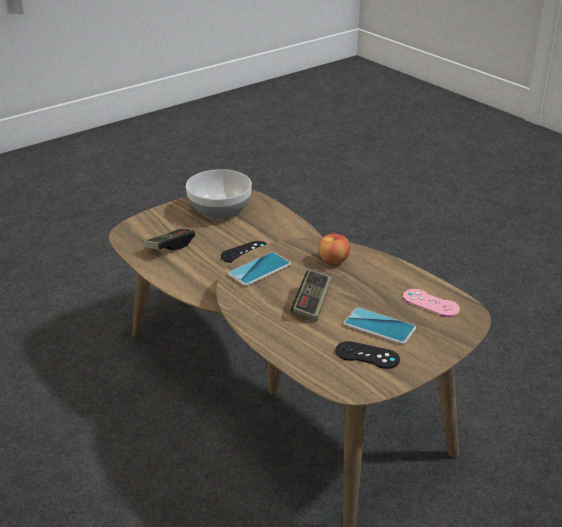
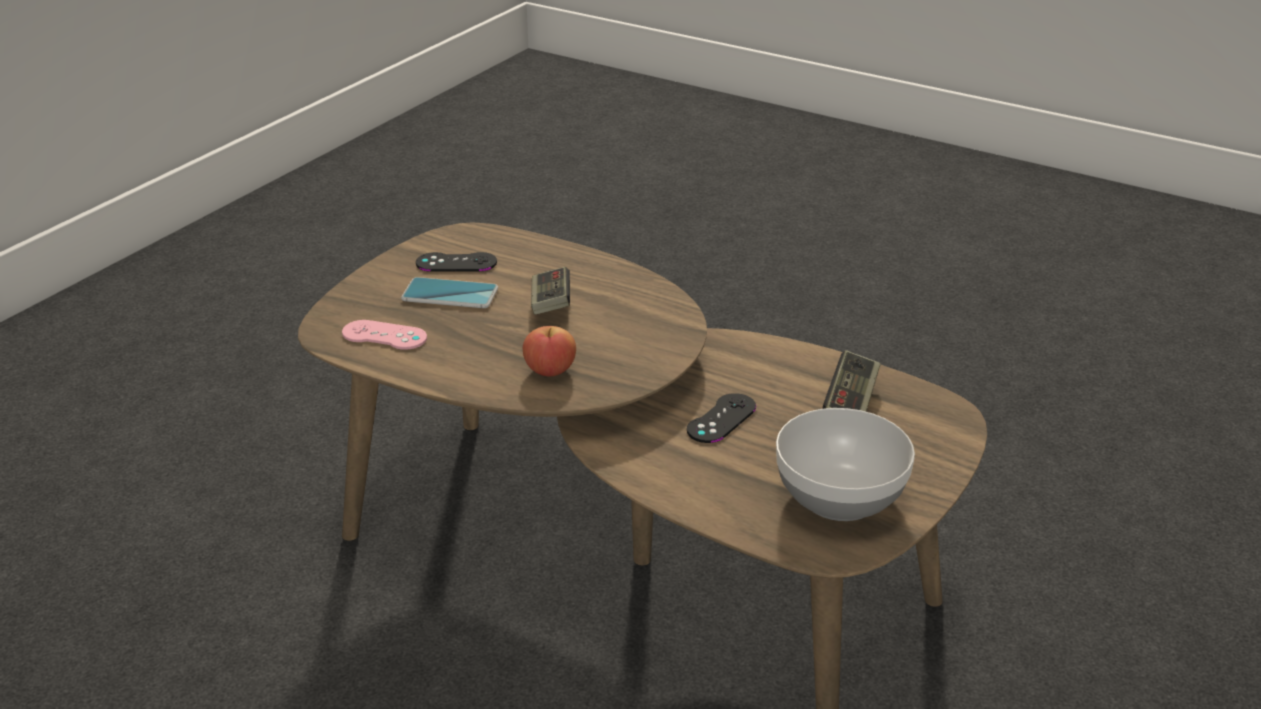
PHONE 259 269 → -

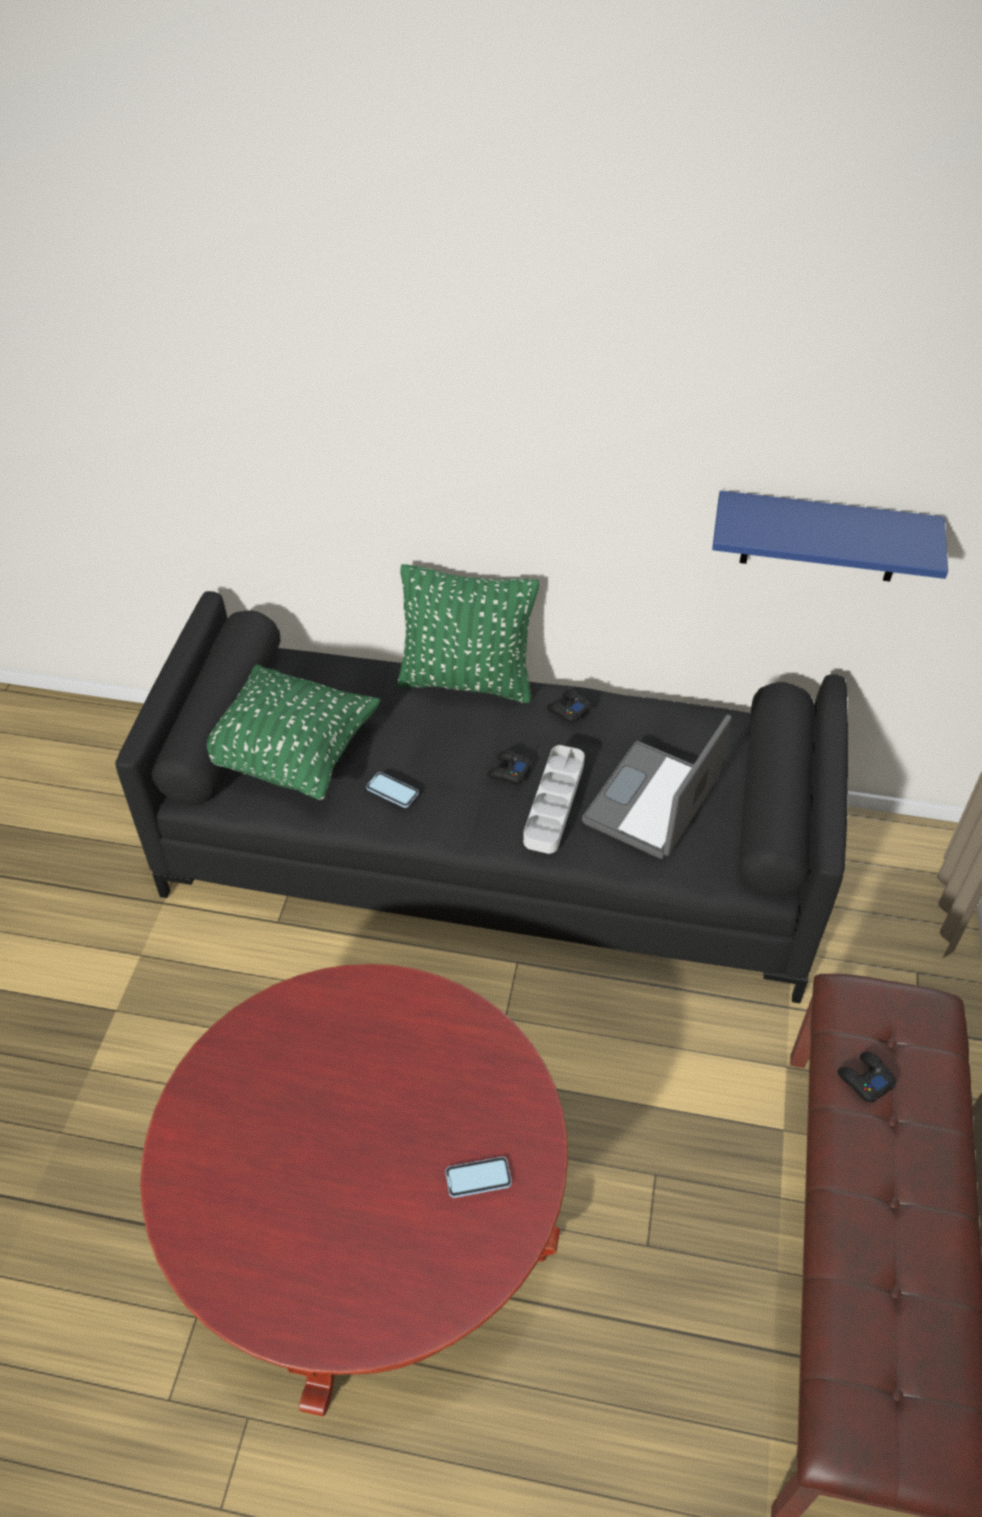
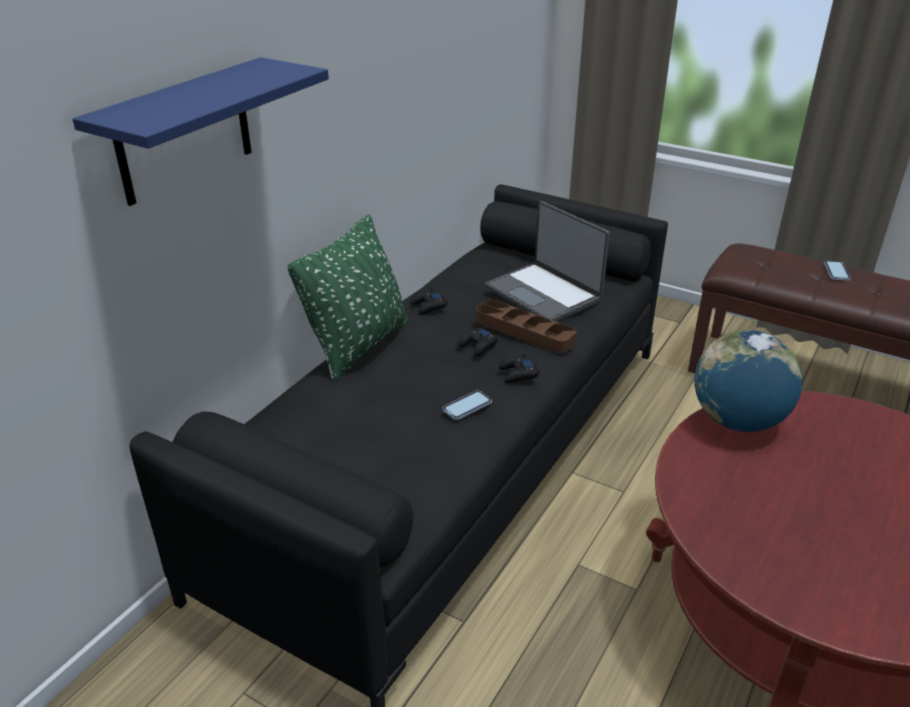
BLUE-COLOURED SHELF 830 536 → BLUE-COLOURED SHELF 201 131, shifted
GREEN-COLOURED CUSHION 293 732 → -
GREYISH TRAY 554 799 → BROWN-COLOURED TRAY 526 327
BLACK-COLOURED GAMEPAD 867 1077 → BLACK-COLOURED GAMEPAD 518 368, shifted
PHONE 478 1177 → PHONE 837 271, shifted
- → DESK GLOBE 748 381

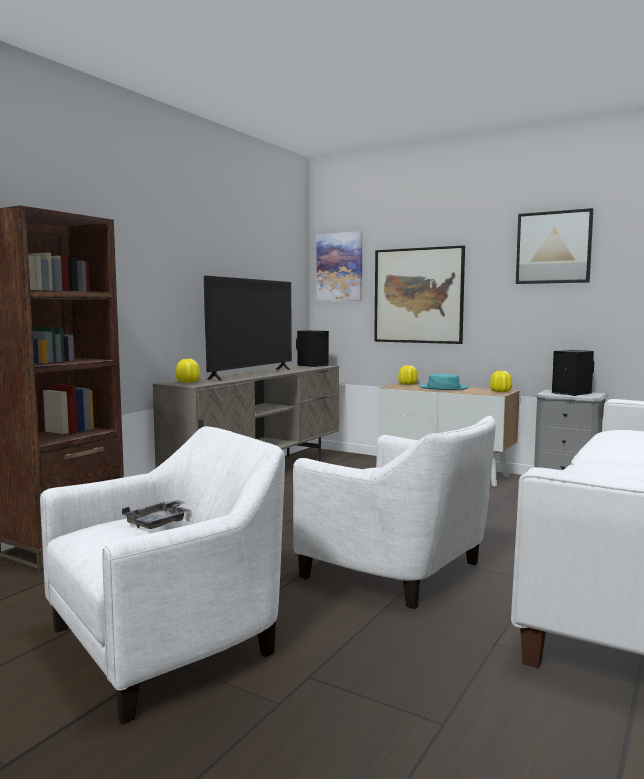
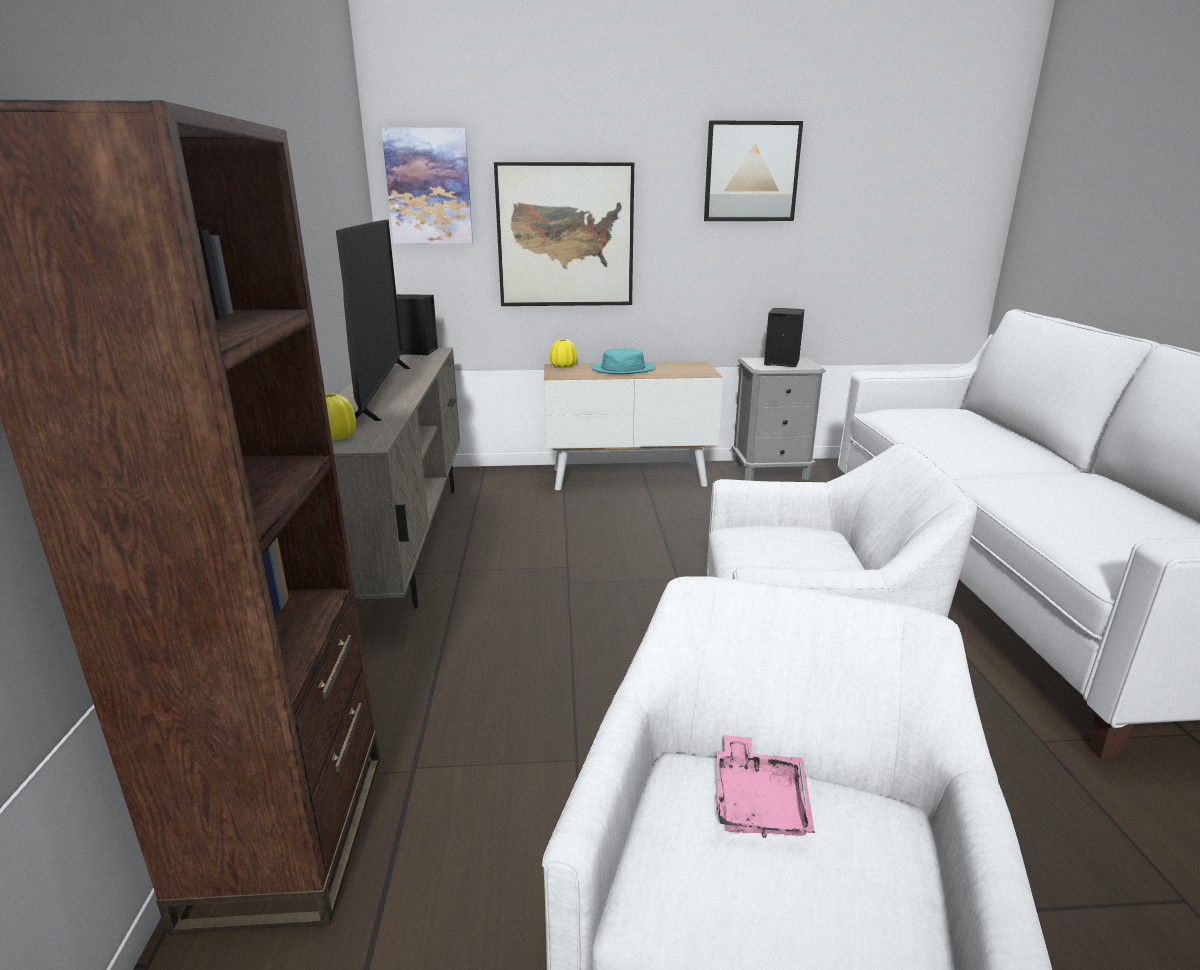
YELLOW-COLOURED VASE 501 381 → -
GREYISH TRAY 156 514 → PINKISH TRAY 765 786

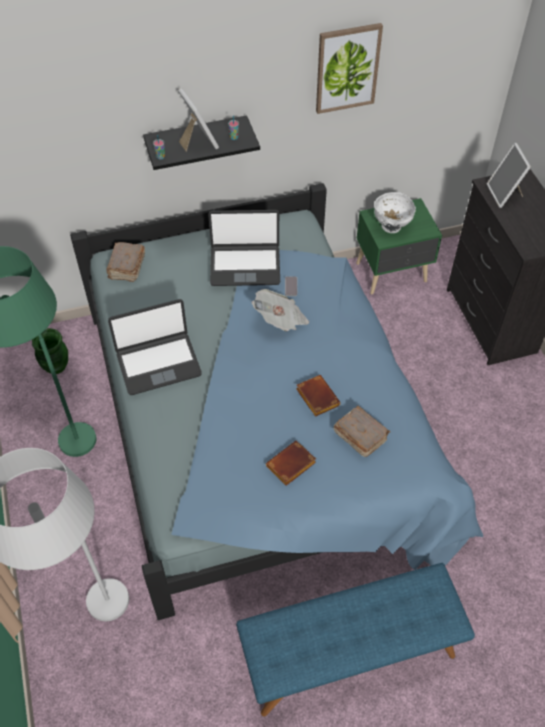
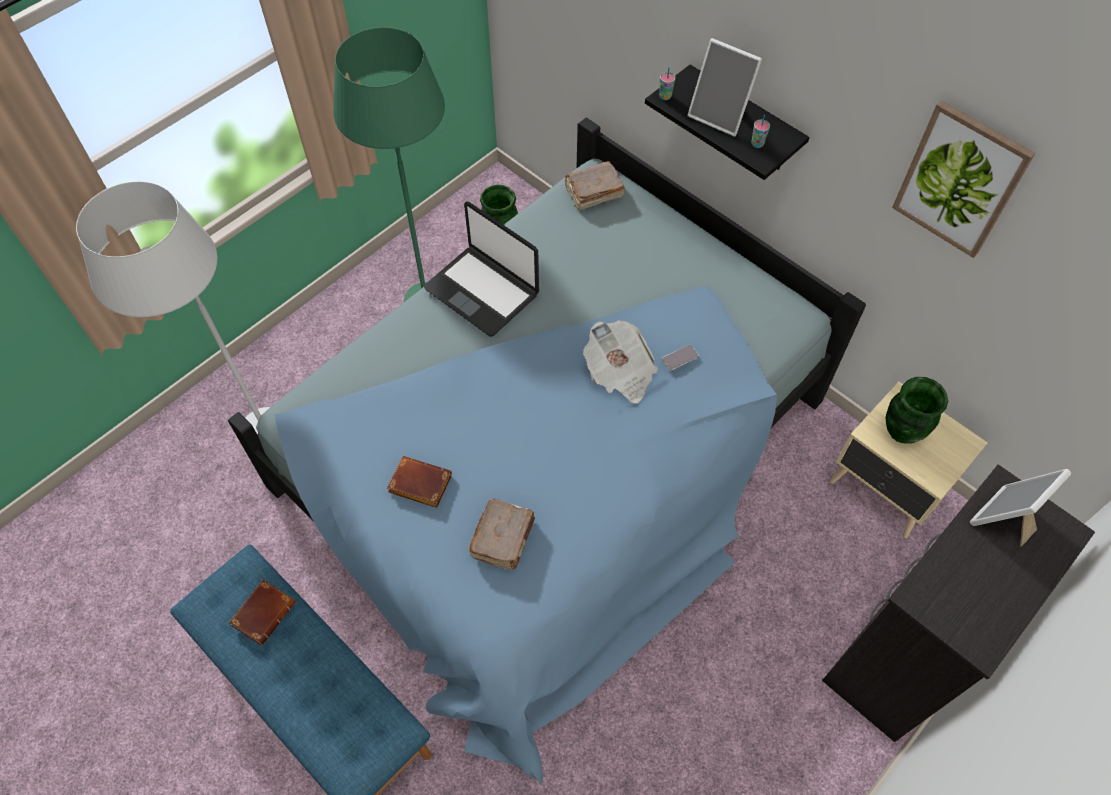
PHOTO FRAME 198 120 → PHOTO FRAME 724 87, 90 degrees clockwise
WHITE-COLOURED DEEP DISH 395 212 → GREEN-COLOURED VASE 916 410
GREEN-COLOURED NIGHTSTAND 399 246 → BEIGE-COLOURED NIGHTSTAND 908 460
PORTABLE COMPUTER 244 248 → -
BROWN-COLOURED VOLUME 318 396 → BROWN-COLOURED VOLUME 262 612, shifted

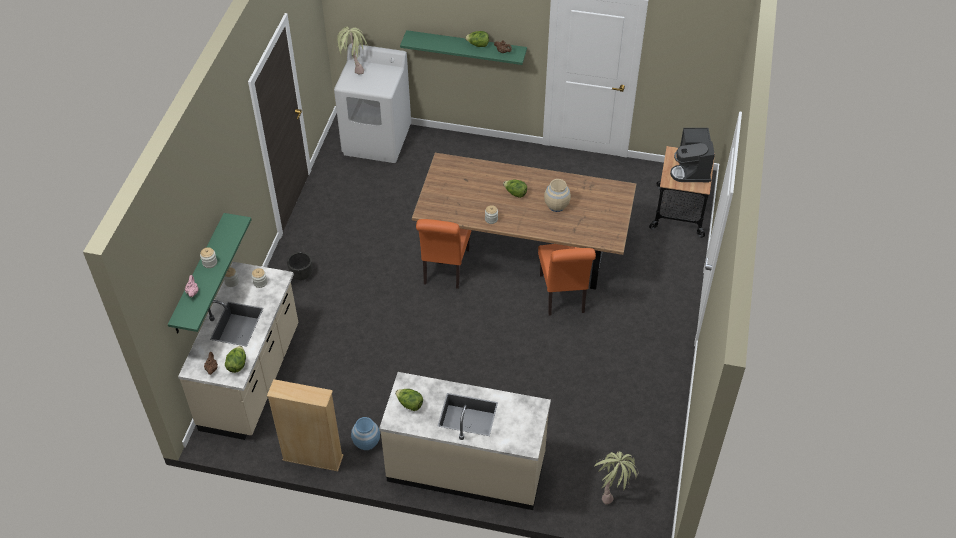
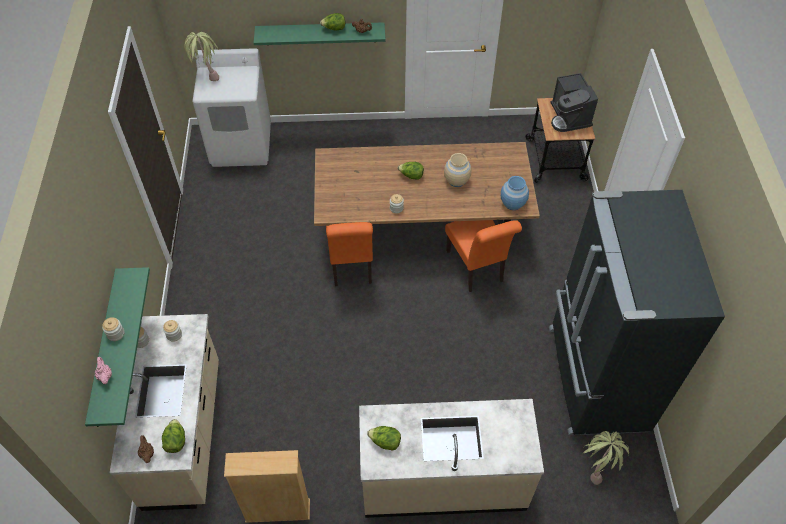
BLACK-COLOURED PLANTER 299 266 → -
BLUE-COLOURED VASE 365 433 → BLUE-COLOURED VASE 515 193, shifted
- → BLACK-COLOURED FRIDGE 637 312

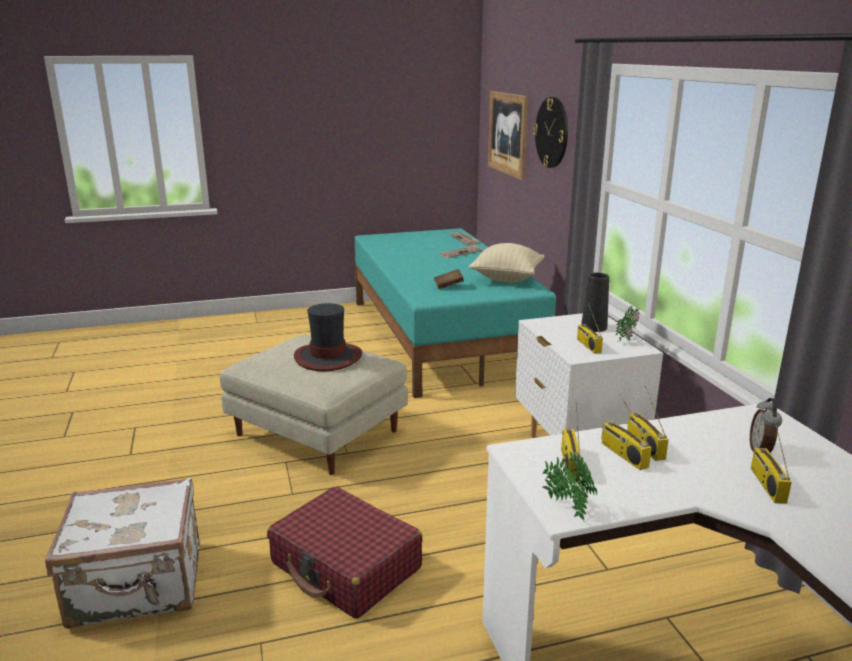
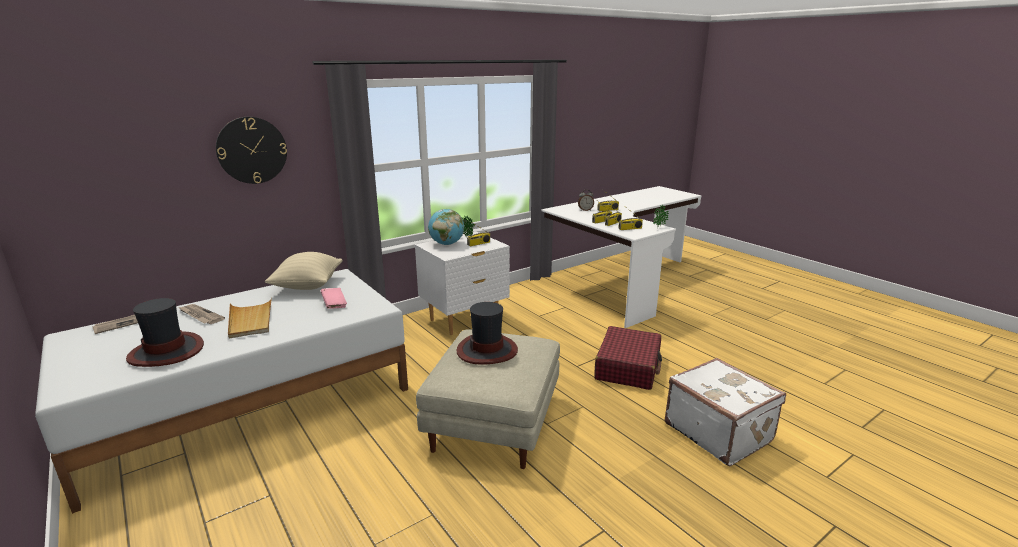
WALL ART 508 135 → -
TURQUOISE BED 455 313 → WHITE-COLOURED BED 221 391
BROWN-COLOURED VOLUME 449 279 → PINKISH VOLUME 333 298
BLACK-COLOURED VASE 595 302 → DESK GLOBE 446 227
- → CLOTHING HAT 165 332
- → BEIGE-COLOURED TRAY 250 318

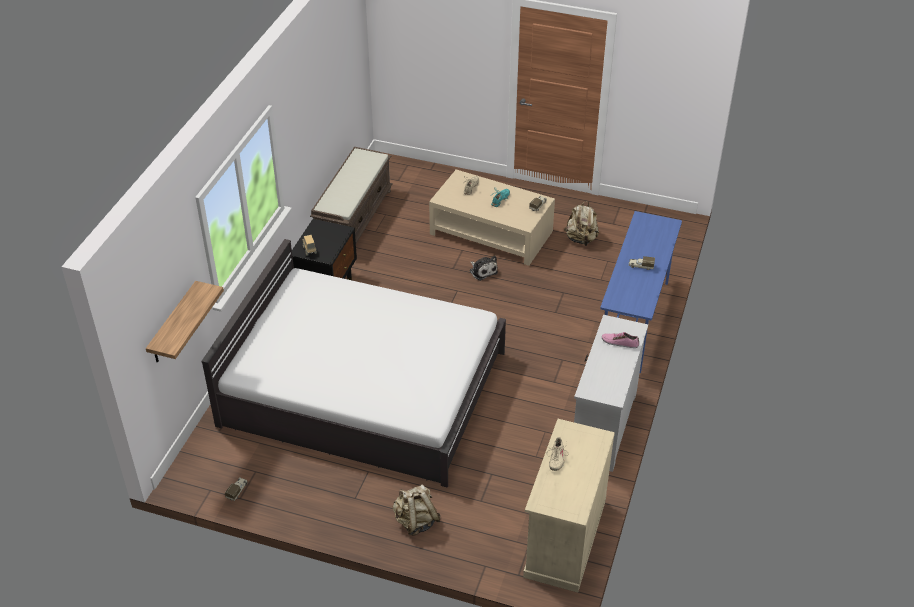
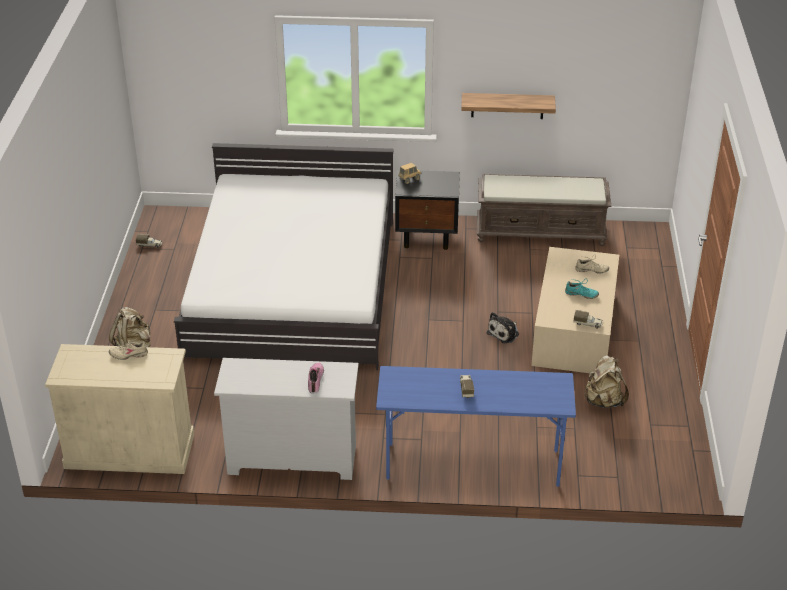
SHELF 185 322 → SHELF 508 106, shifted

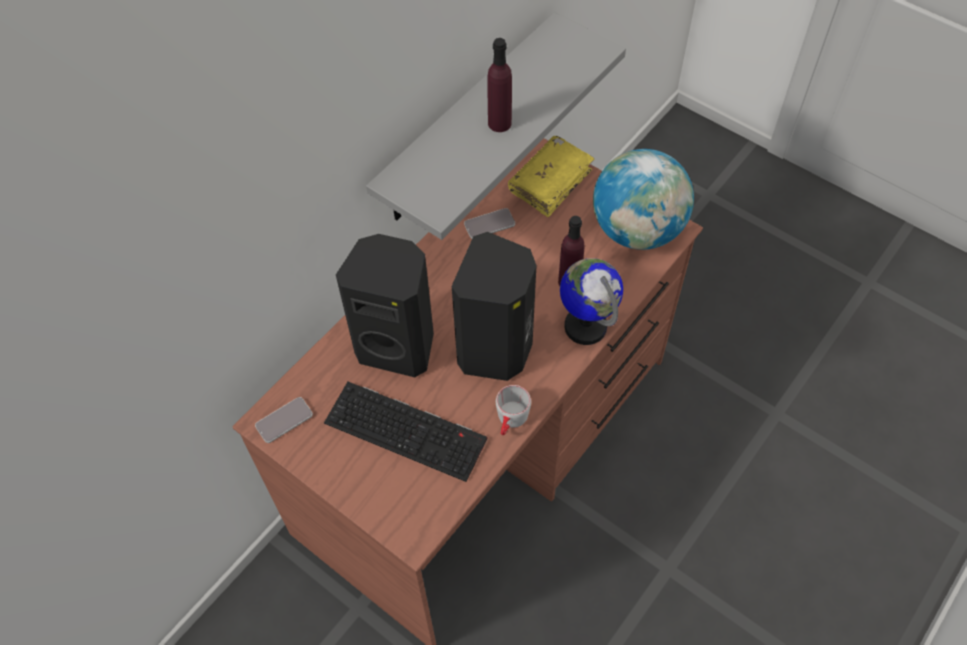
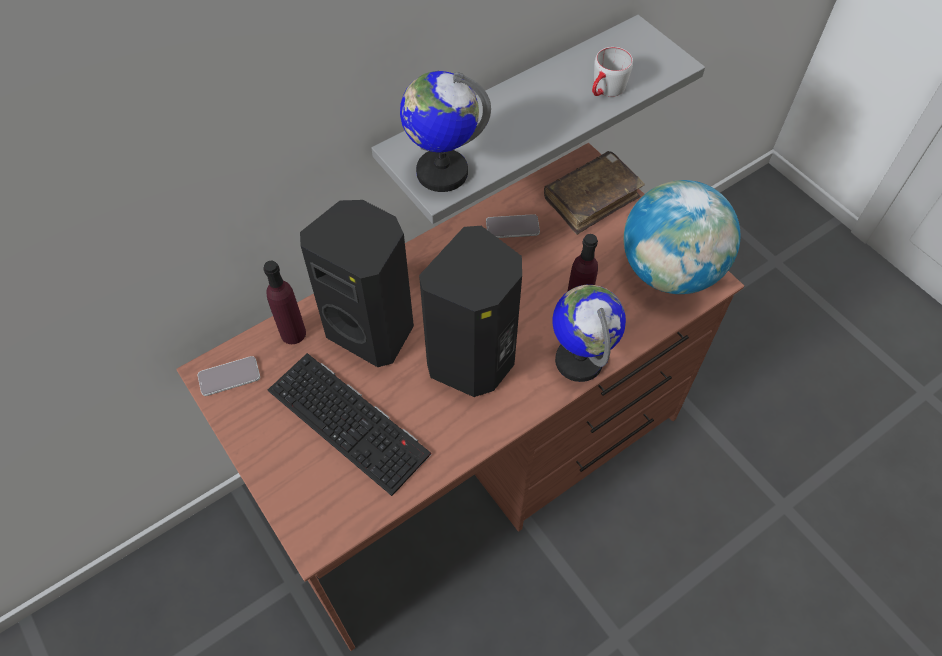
PURPLE DRINK BOTTLE 499 85 → PURPLE DRINK BOTTLE 285 302, shifted
YELLOW-COLOURED VOLUME 551 176 → BROWN-COLOURED VOLUME 594 193
GREYISH MUG 513 410 → GREYISH MUG 612 72, shifted
- → DESK GLOBE 445 131

